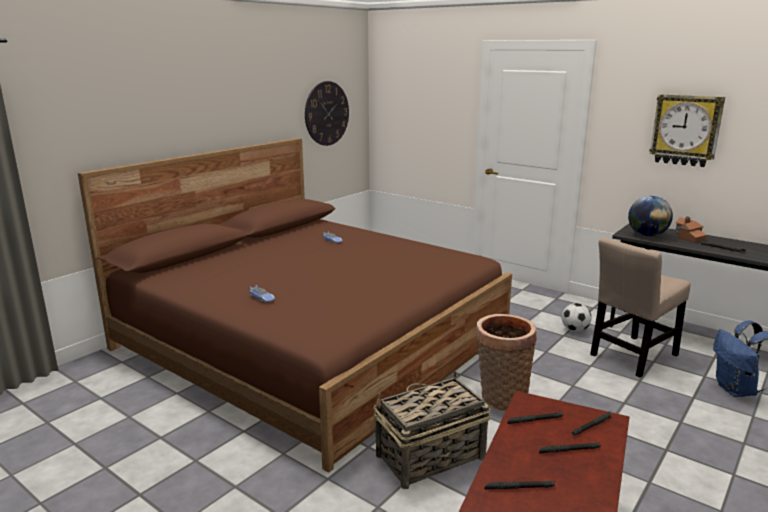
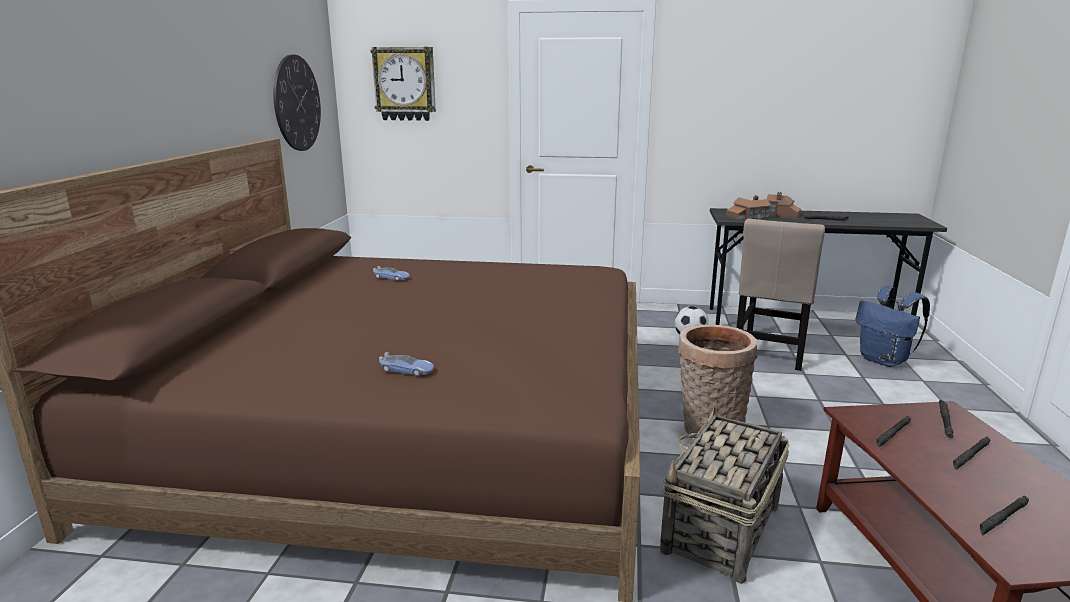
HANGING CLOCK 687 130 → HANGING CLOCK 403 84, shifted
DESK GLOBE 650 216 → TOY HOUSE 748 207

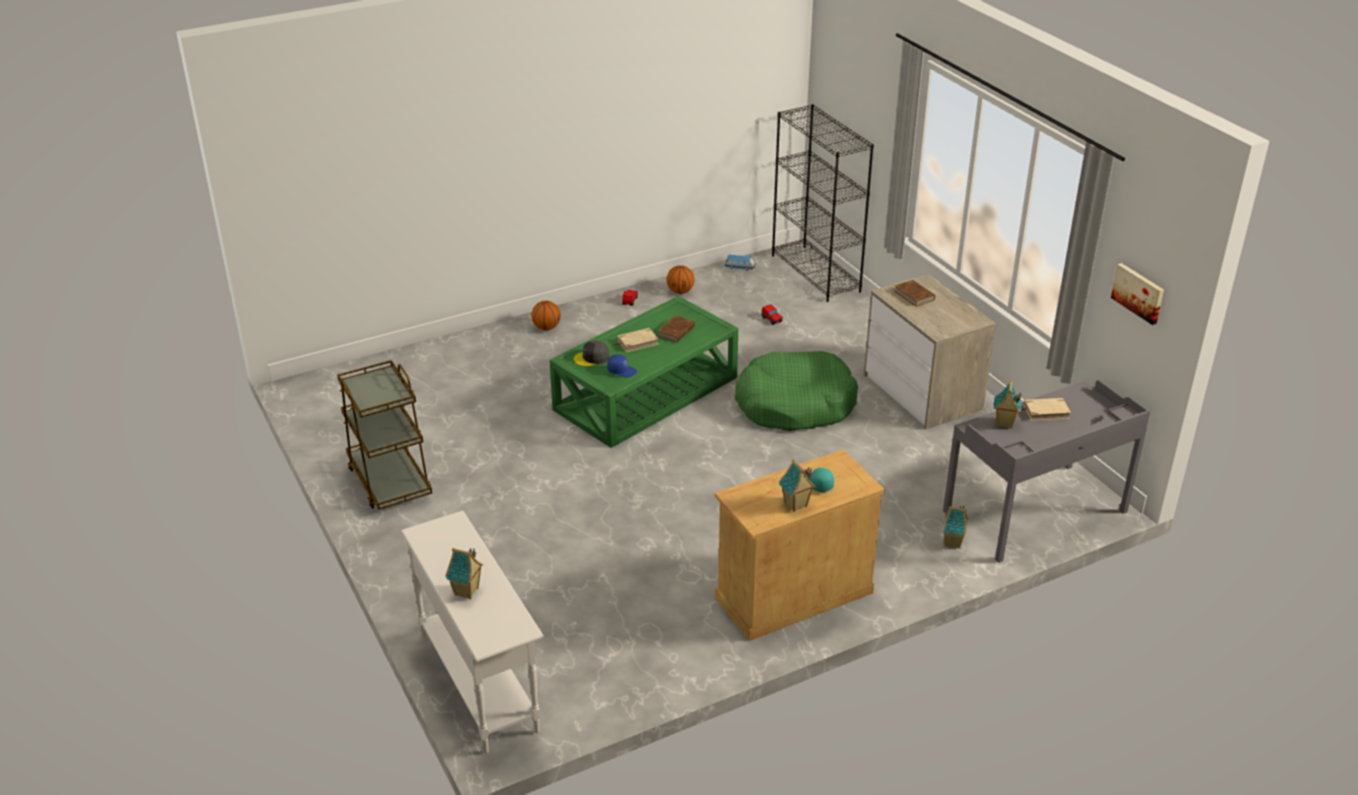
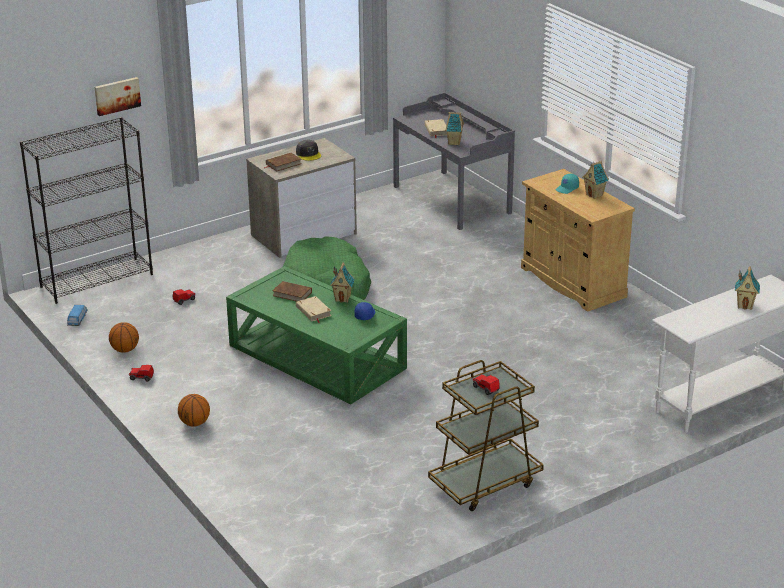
WALL ART 1137 294 → WALL ART 117 96, shifted
GREYISH PEAKED CAP 592 353 → GREYISH PEAKED CAP 308 150, shifted
TOY HOUSE 955 527 → TOY HOUSE 342 282, shifted
- → TOY CAR 486 384

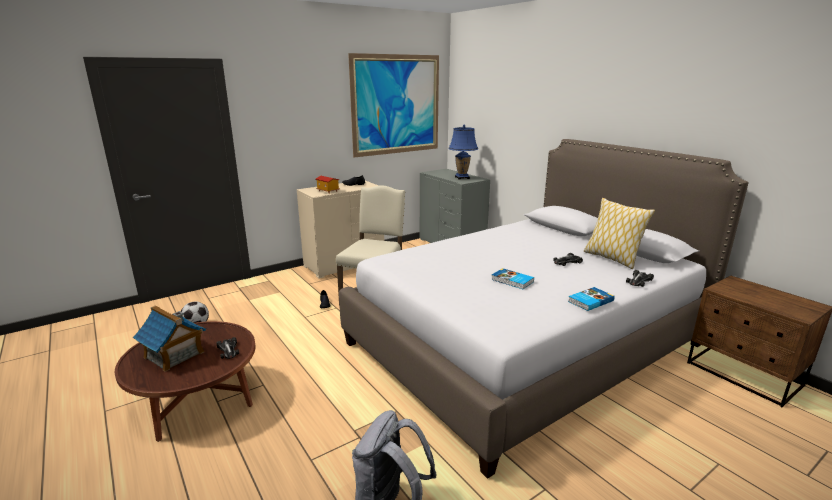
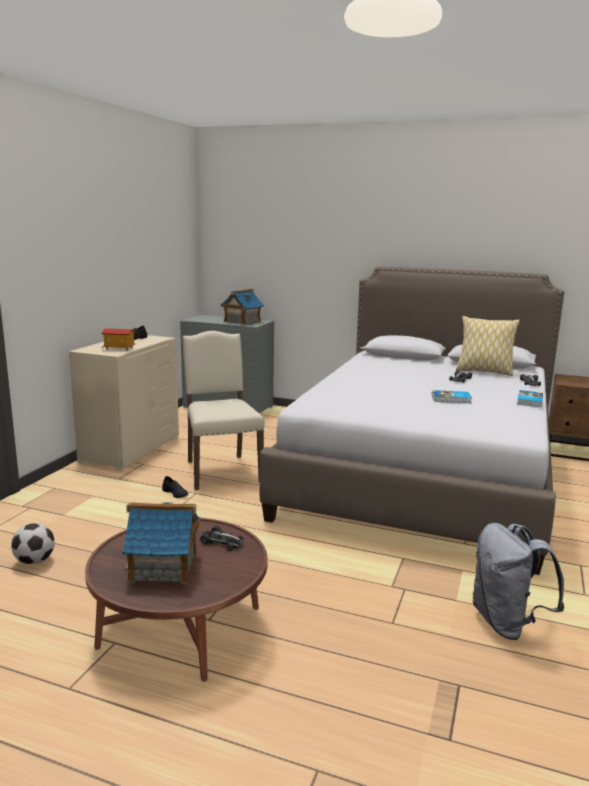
WALL ART 393 105 → -
BLUE-COLOURED LAMP FOR A TABLE 463 152 → TOY HOUSE 242 307

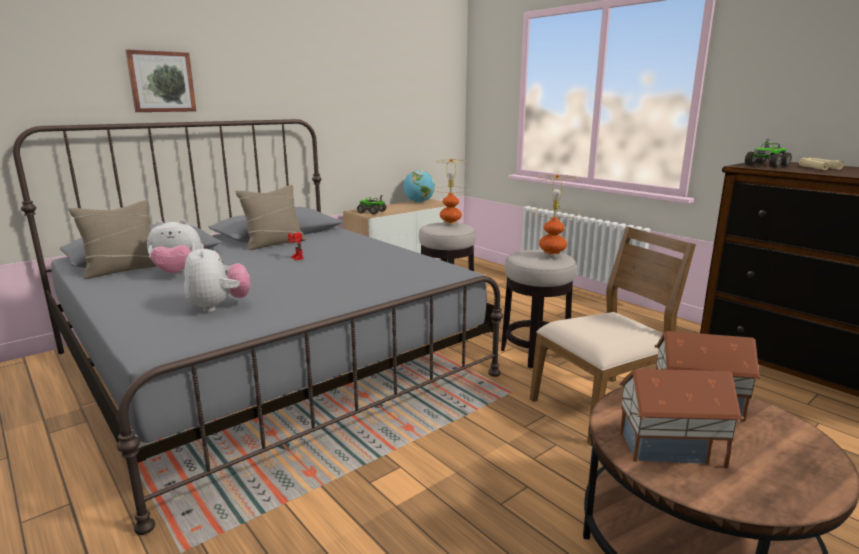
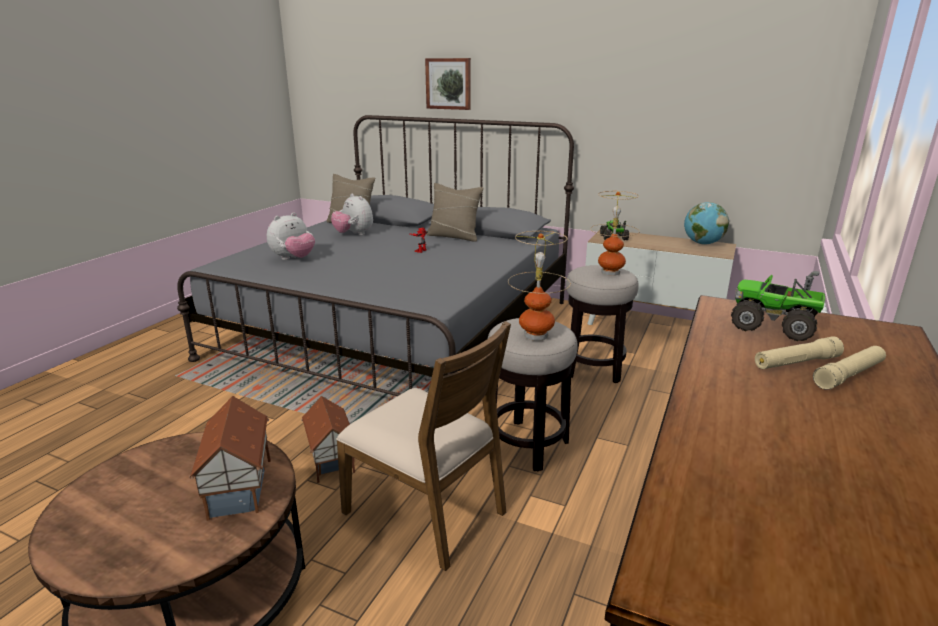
TOY HOUSE 681 419 → TOY HOUSE 328 439, shifted

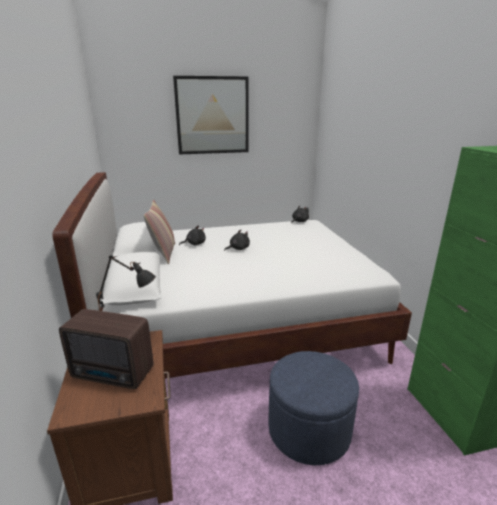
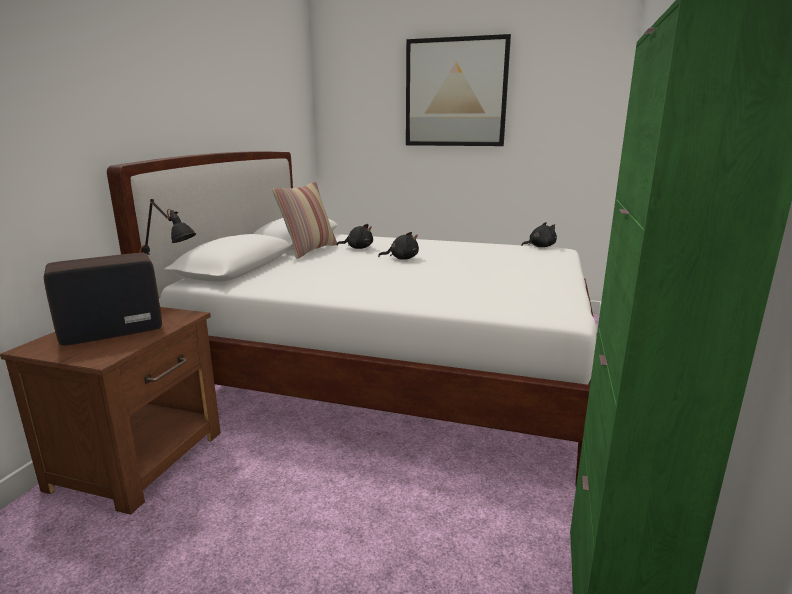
RADIO 106 349 → RADIO 103 299, 105 degrees clockwise
BLUE-COLOURED POUFFE 313 408 → -

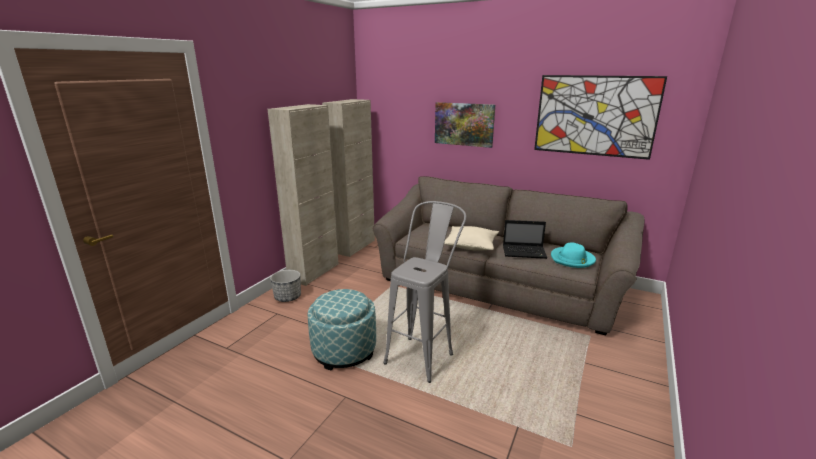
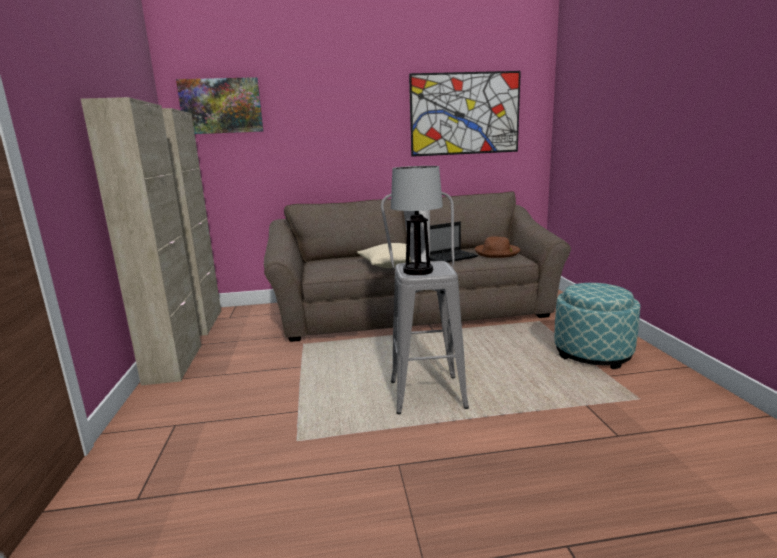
WALL ART 465 125 → WALL ART 219 105, shifted
TURQUOISE CLOTHING HAT 573 255 → BROWN-COLOURED CLOTHING HAT 497 247
PLANTER 285 286 → -
POUFFE 342 330 → POUFFE 597 326, shifted
- → LAMP FOR A TABLE 417 220

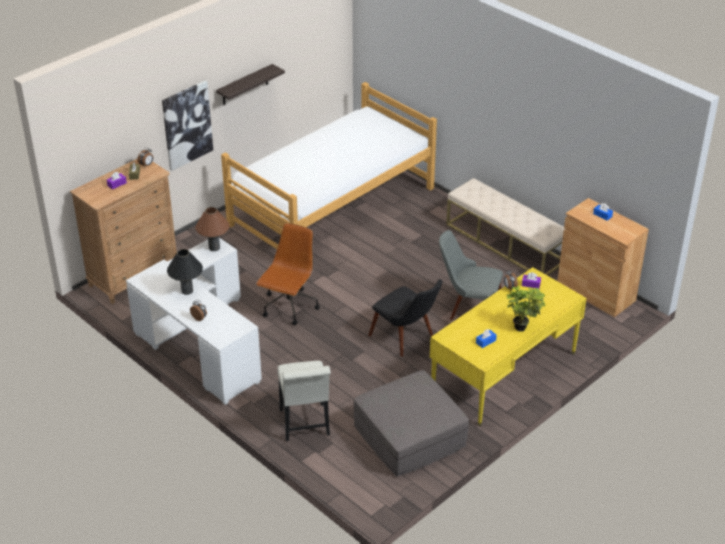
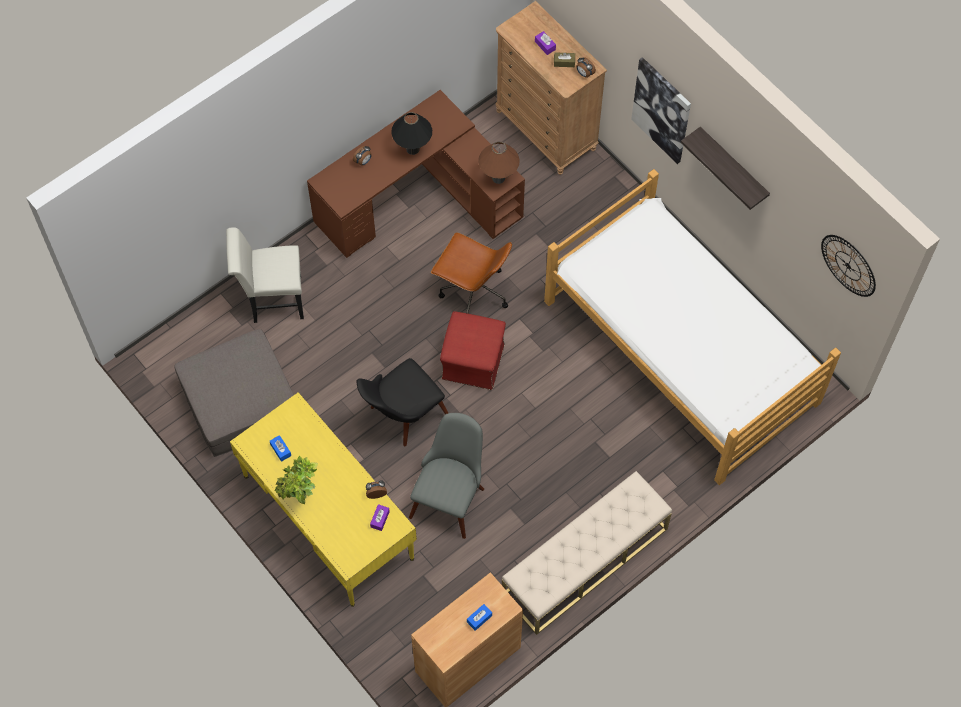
WHITE-COLOURED DESK 194 321 → BROWN-COLOURED DESK 416 174
- → HANGING CLOCK 848 266
- → REDDISH POUFFE 473 350

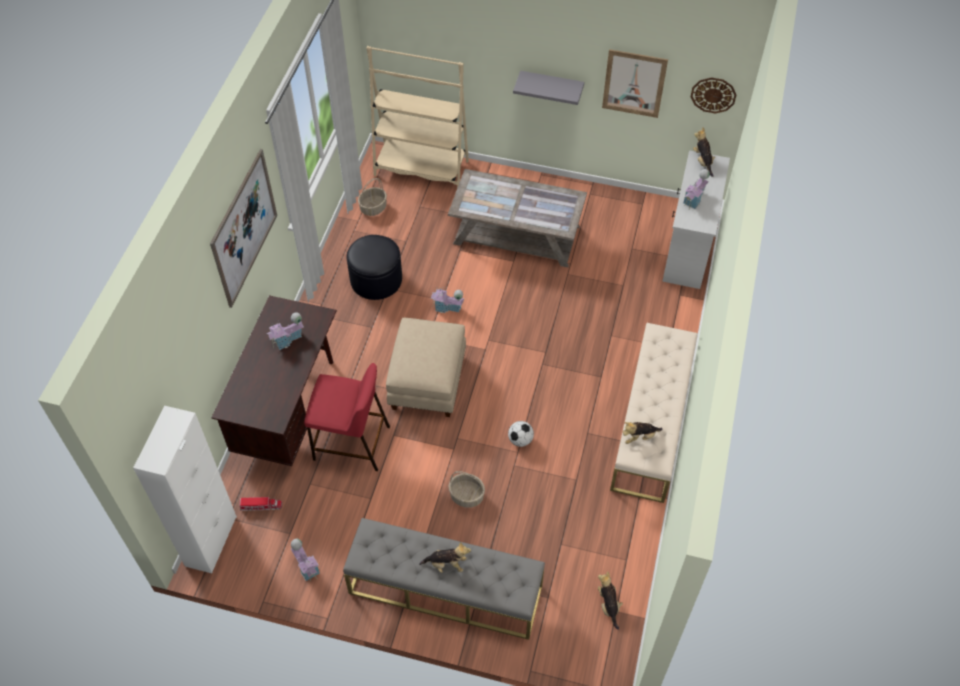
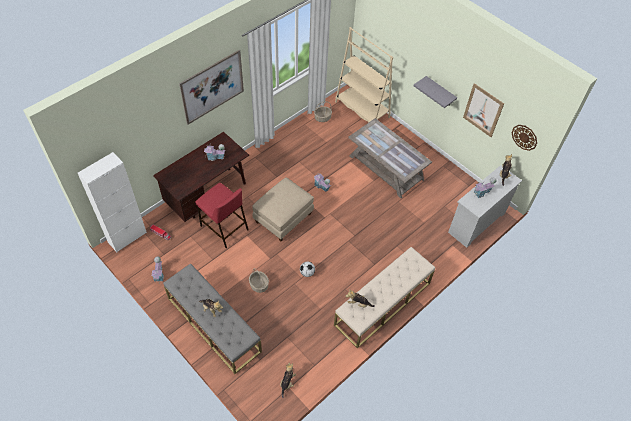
BLACK-COLOURED POUFFE 374 267 → -

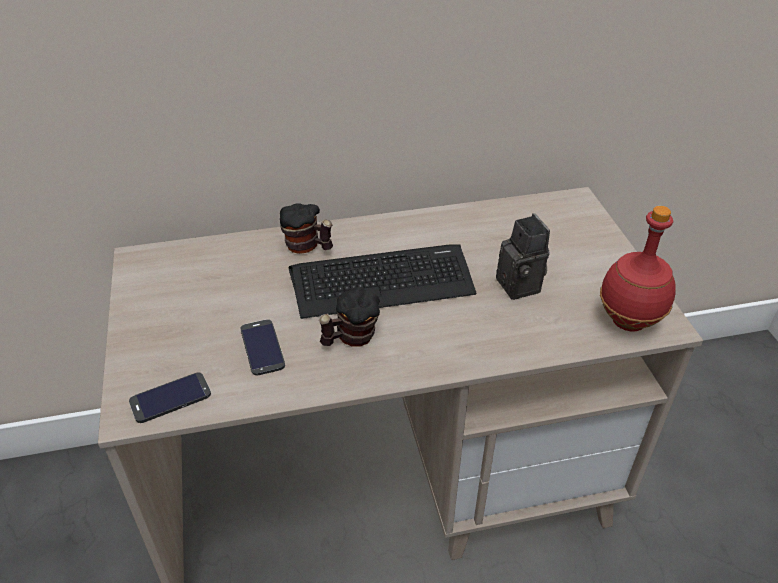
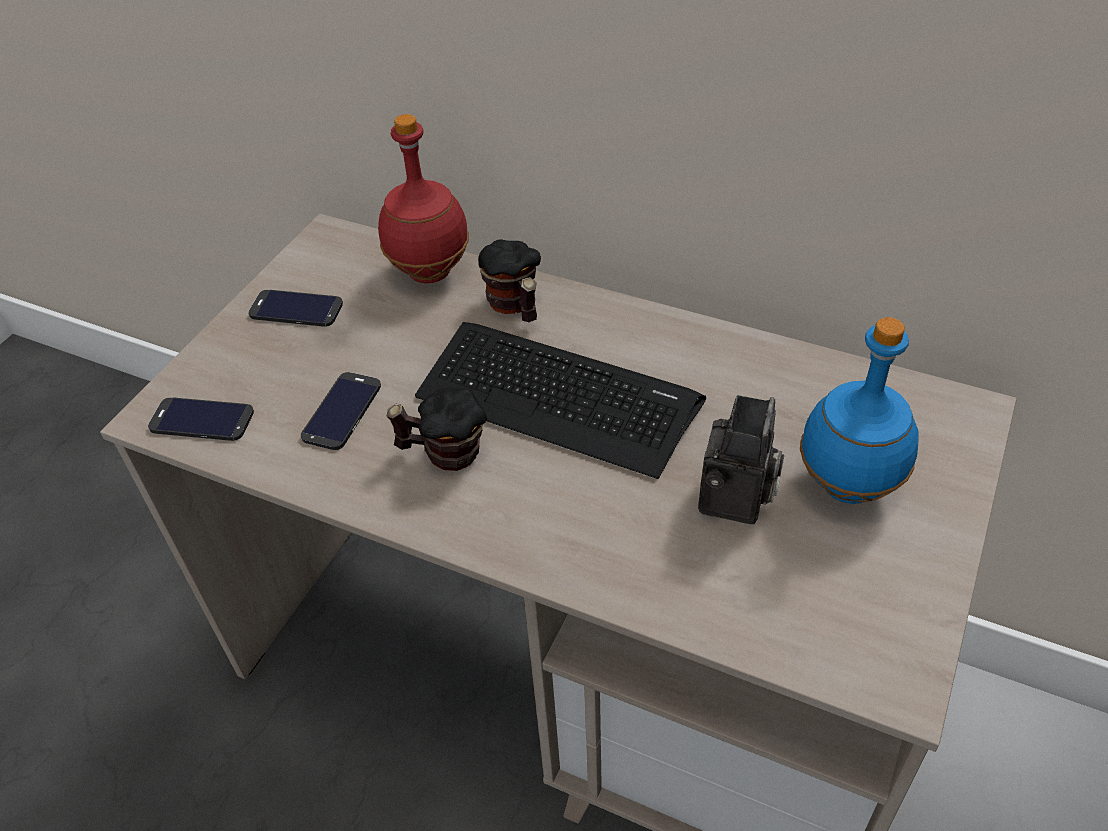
REDDISH DRINK BOTTLE 638 269 → REDDISH DRINK BOTTLE 423 198, shifted
- → PHONE 295 308
- → BLUE-COLOURED DRINK BOTTLE 859 410

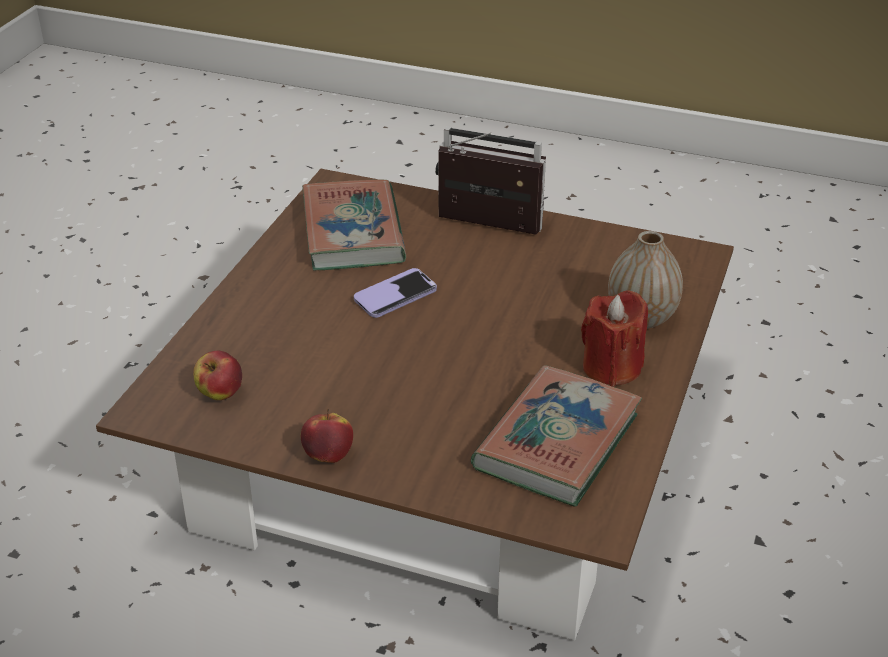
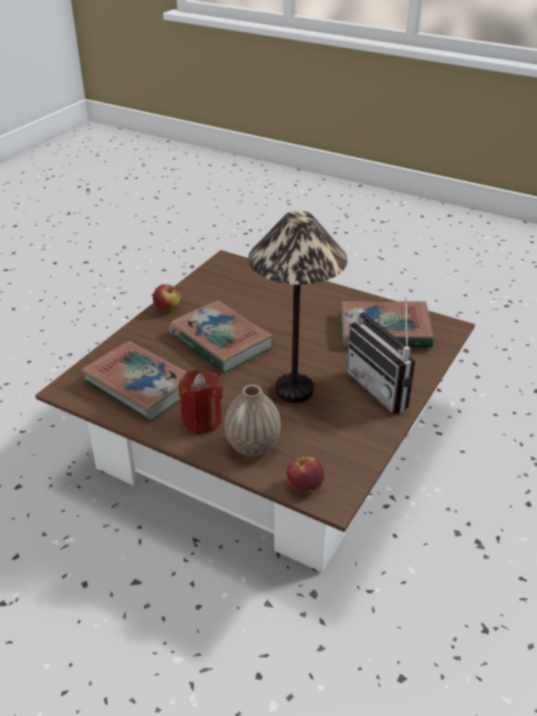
RADIO 490 180 → RADIO 381 356, 120 degrees clockwise
PHONE 395 293 → -
APPLE FRUIT 217 375 → APPLE FRUIT 305 475, shifted
- → LAMP FOR A TABLE 298 307
- → VOLUME 221 336

